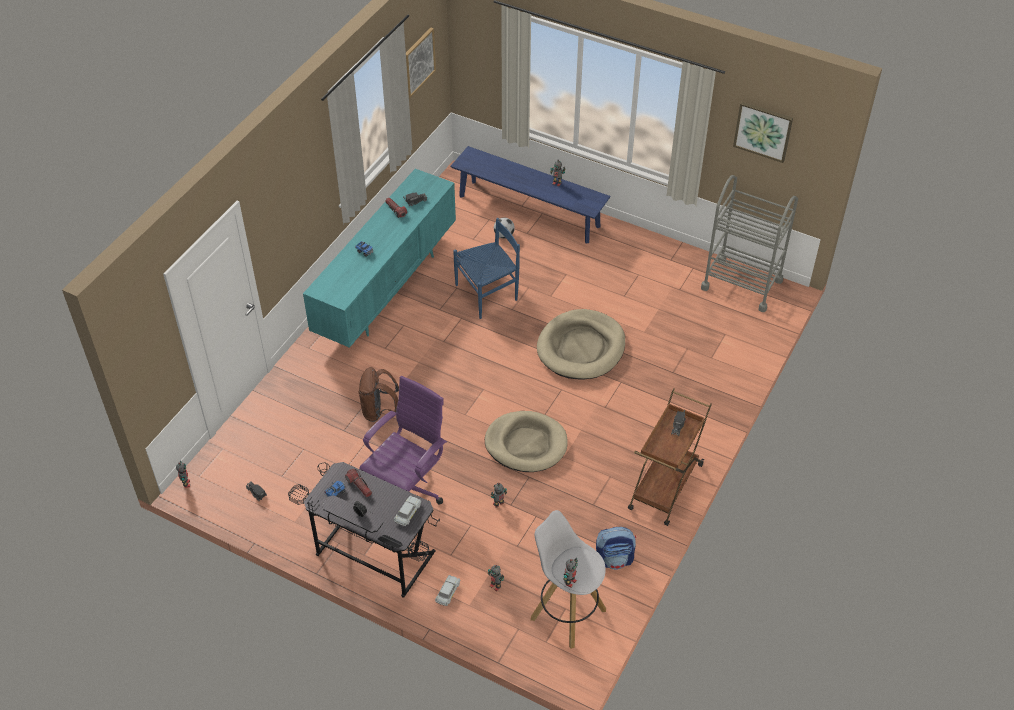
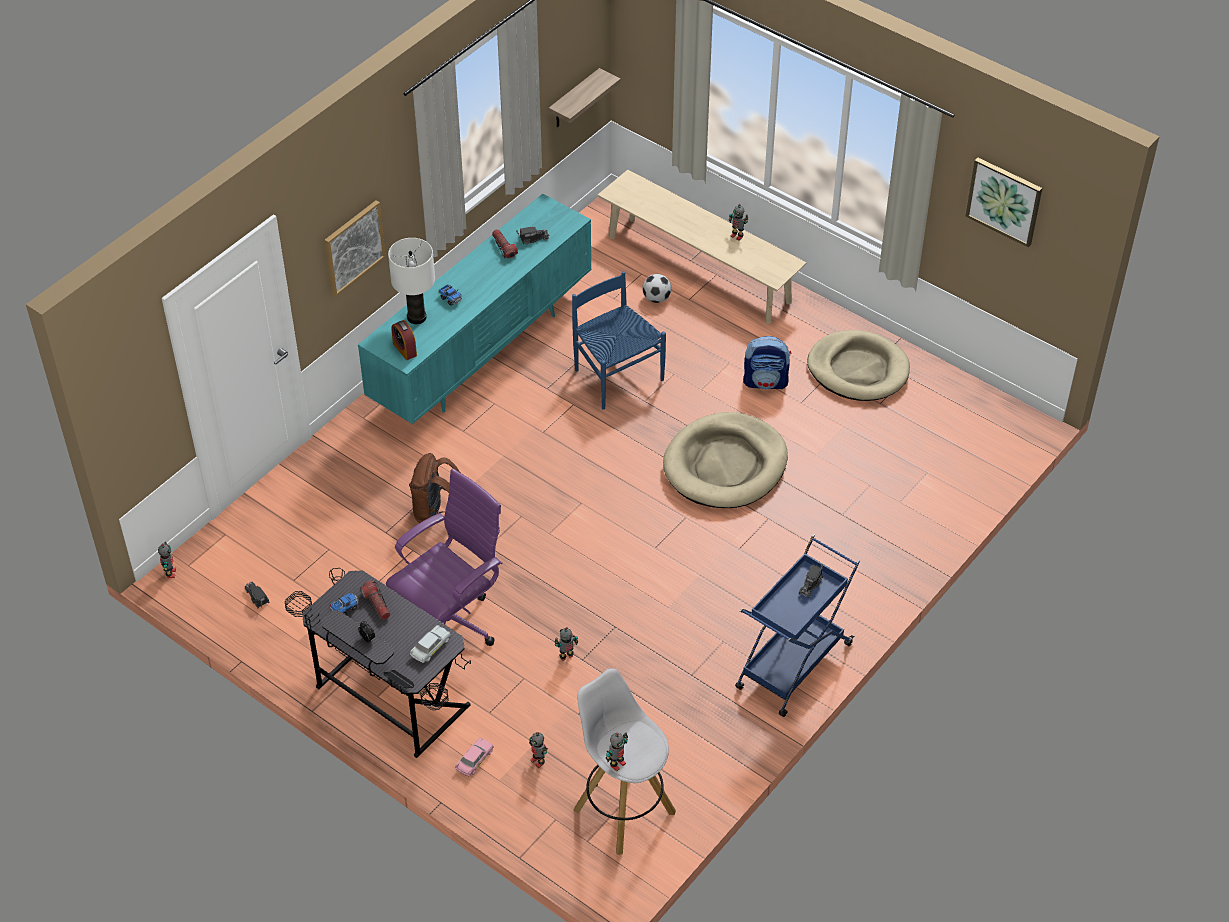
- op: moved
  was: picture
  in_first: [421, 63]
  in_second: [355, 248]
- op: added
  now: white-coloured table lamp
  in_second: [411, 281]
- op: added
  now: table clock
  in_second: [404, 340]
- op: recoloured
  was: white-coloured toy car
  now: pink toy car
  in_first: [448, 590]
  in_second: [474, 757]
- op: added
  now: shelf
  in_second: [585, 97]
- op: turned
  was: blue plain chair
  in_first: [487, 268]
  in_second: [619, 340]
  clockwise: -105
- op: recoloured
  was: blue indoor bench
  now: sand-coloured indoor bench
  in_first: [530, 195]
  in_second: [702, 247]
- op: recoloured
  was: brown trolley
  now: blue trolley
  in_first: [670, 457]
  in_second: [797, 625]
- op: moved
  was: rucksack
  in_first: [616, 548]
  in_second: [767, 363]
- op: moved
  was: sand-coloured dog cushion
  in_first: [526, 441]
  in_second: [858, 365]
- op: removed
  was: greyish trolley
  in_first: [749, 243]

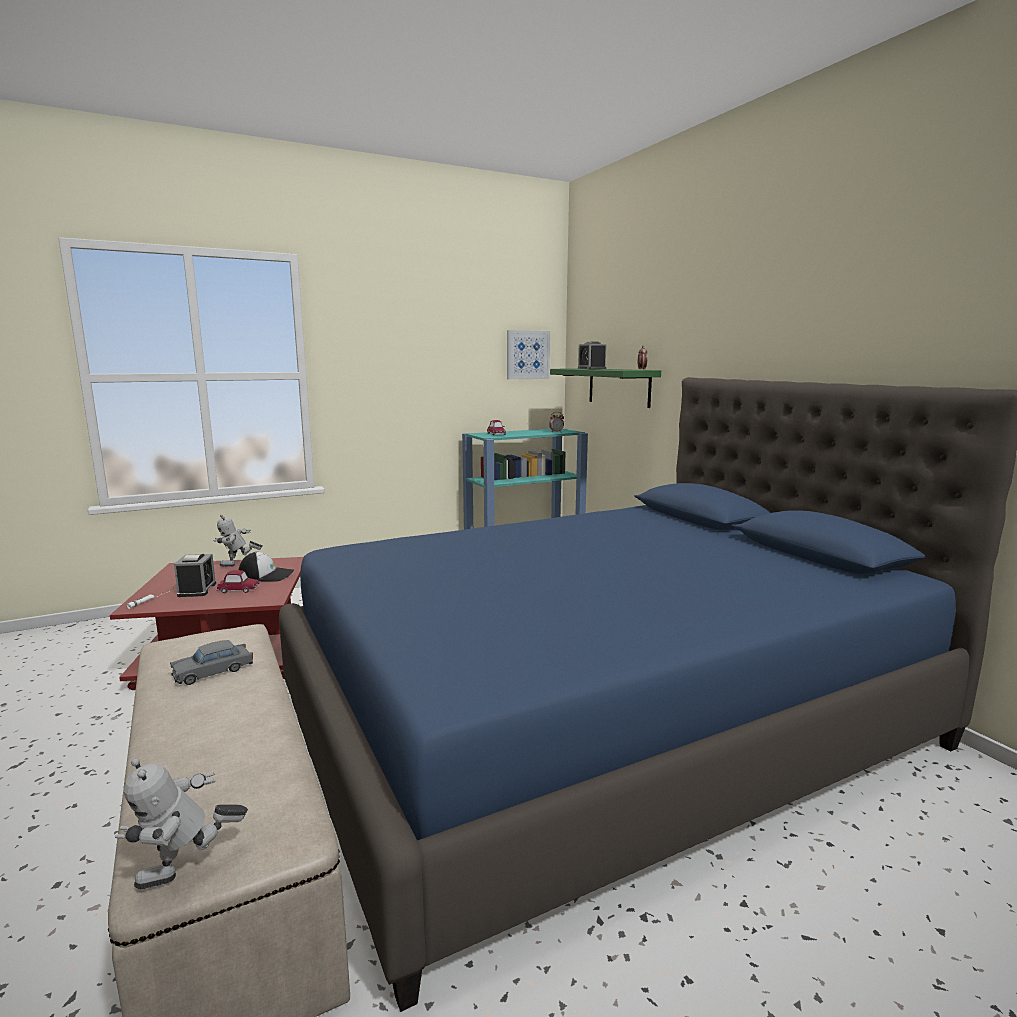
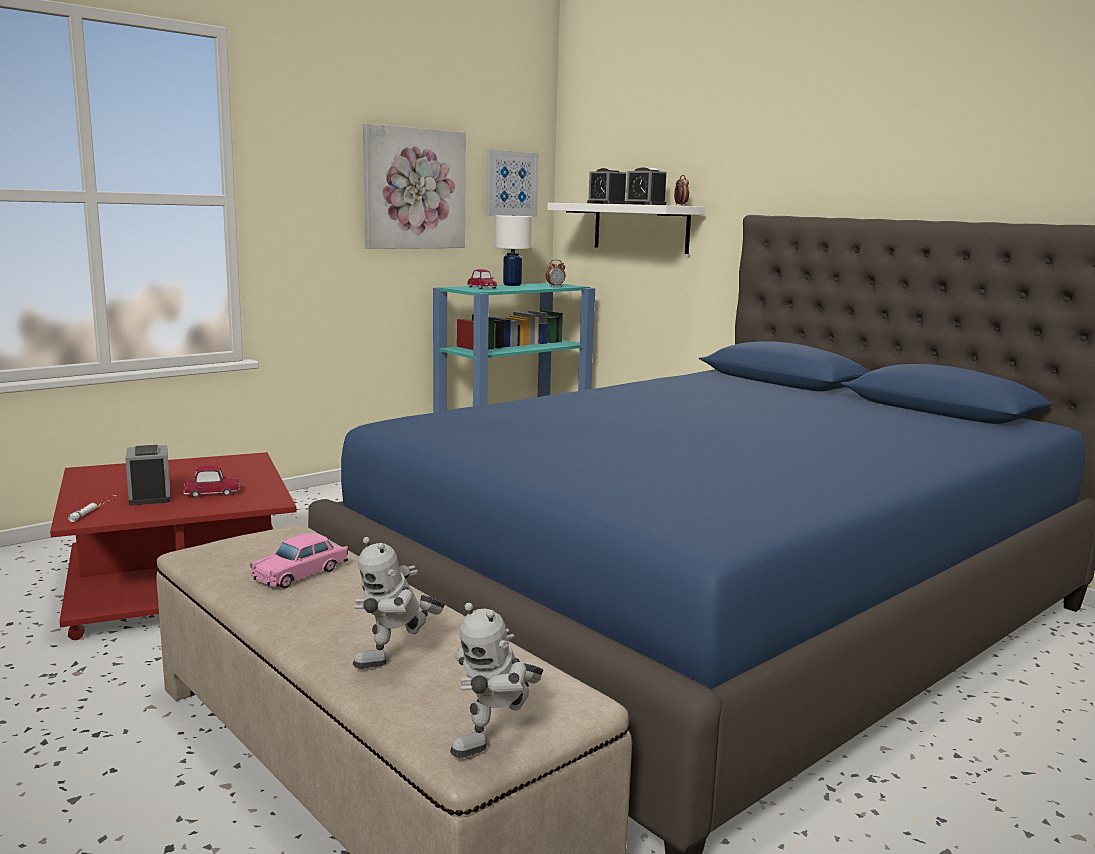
- op: recoloured
  was: greyish toy car
  now: pink toy car
  in_first: [211, 662]
  in_second: [299, 560]
- op: moved
  was: toy robot
  in_first: [238, 541]
  in_second: [399, 603]
- op: added
  now: picture
  in_second: [414, 186]
- op: added
  now: white-coloured table lamp
  in_second: [513, 250]
- op: recoloured
  was: greenish shelf
  now: white-coloured shelf
  in_first: [605, 388]
  in_second: [626, 228]
- op: added
  now: table clock
  in_second: [645, 186]
- op: removed
  was: peaked cap
  in_first: [266, 567]

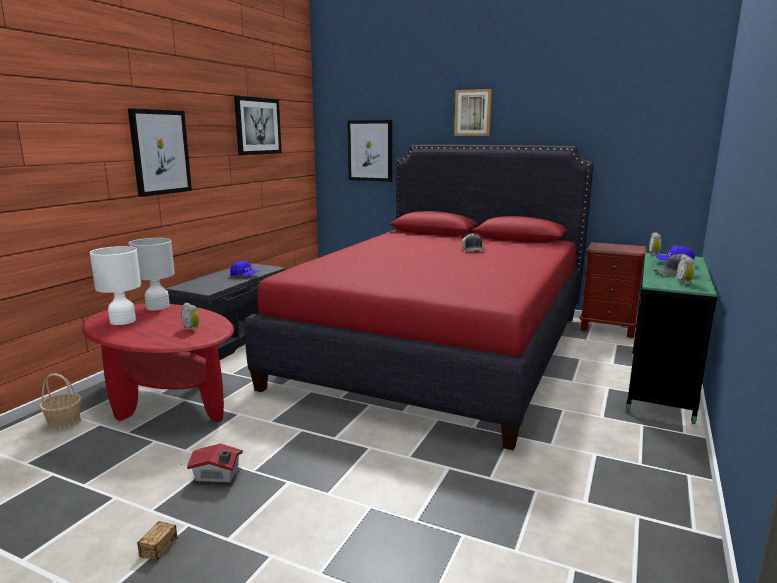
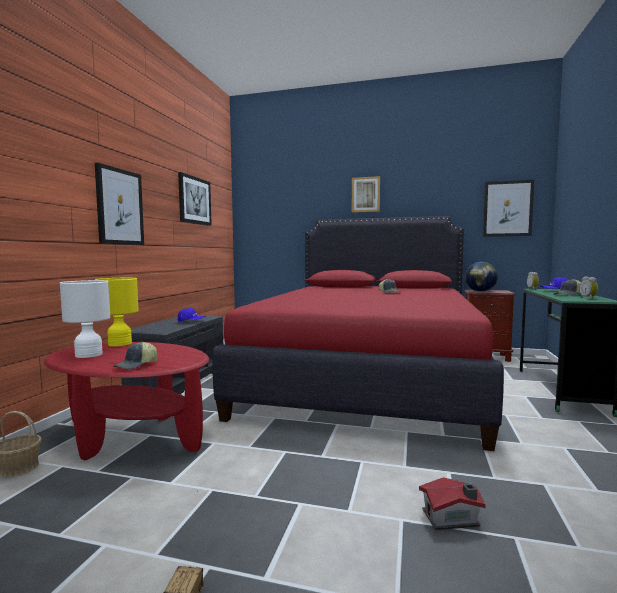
- op: recoloured
  was: greyish table lamp
  now: yellow-coloured table lamp
  in_first: [152, 274]
  in_second: [117, 312]
- op: added
  now: peaked cap
  in_second: [135, 355]
- op: moved
  was: toy house
  in_first: [215, 464]
  in_second: [452, 503]
- op: added
  now: desk globe
  in_second: [481, 277]
- op: moved
  was: picture
  in_first: [369, 151]
  in_second: [508, 208]
- op: removed
  was: table clock
  in_first: [190, 317]

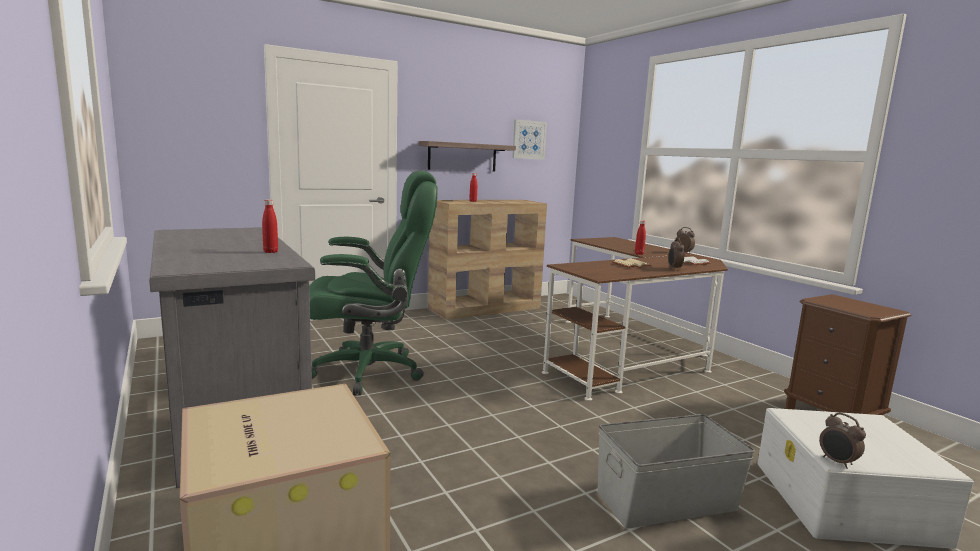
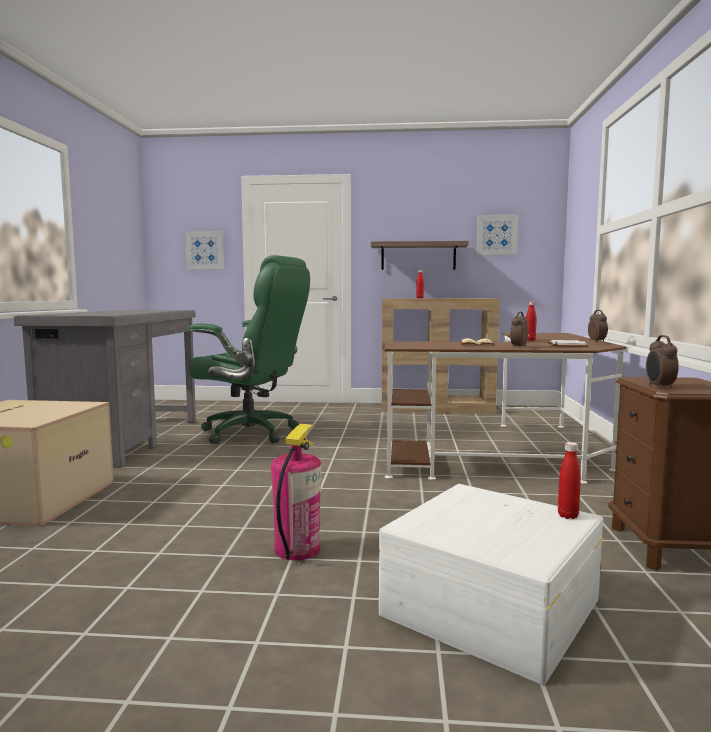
- op: added
  now: picture
  in_second: [204, 250]
- op: replaced
  was: greyish storage bin
  now: fire-fighting cylinder
  in_first: [676, 471]
  in_second: [296, 492]
- op: moved
  was: red drink bottle
  in_first: [270, 226]
  in_second: [569, 480]
- op: moved
  was: table clock
  in_first: [842, 441]
  in_second: [662, 362]

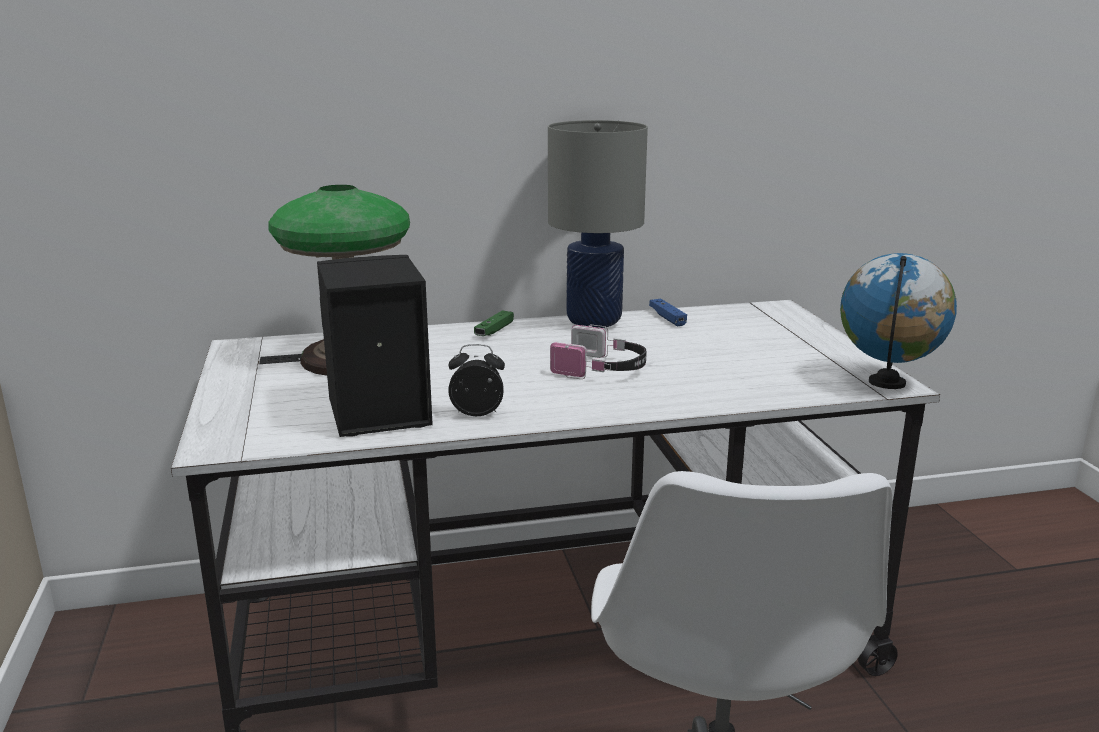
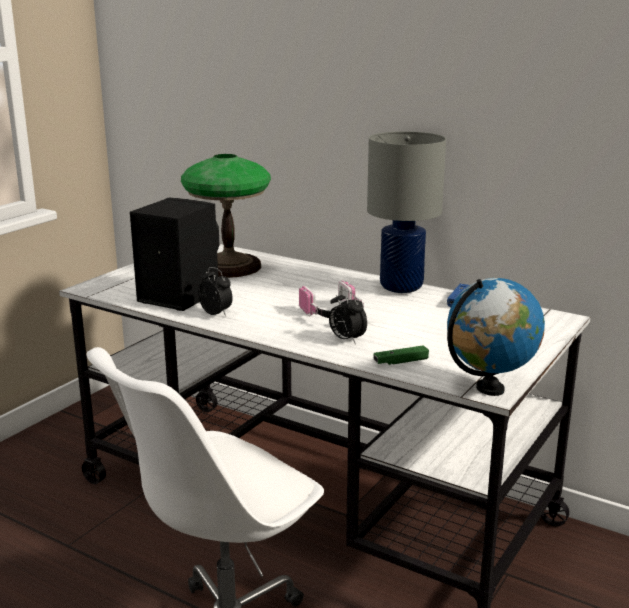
- op: added
  now: table clock
  in_second: [348, 317]
- op: moved
  was: greenish game controller
  in_first: [494, 323]
  in_second: [401, 355]

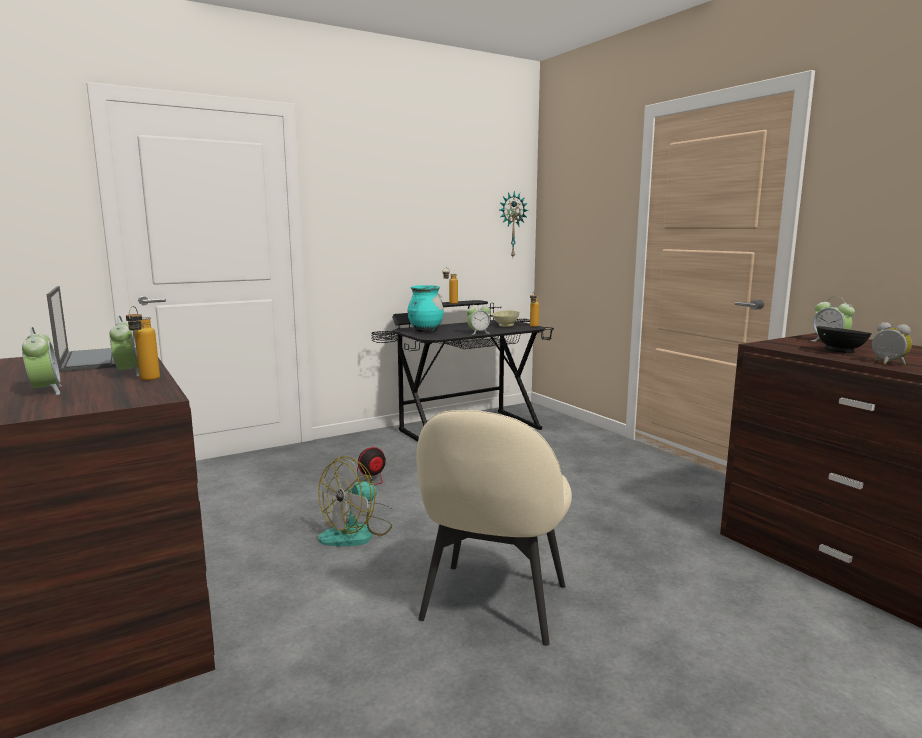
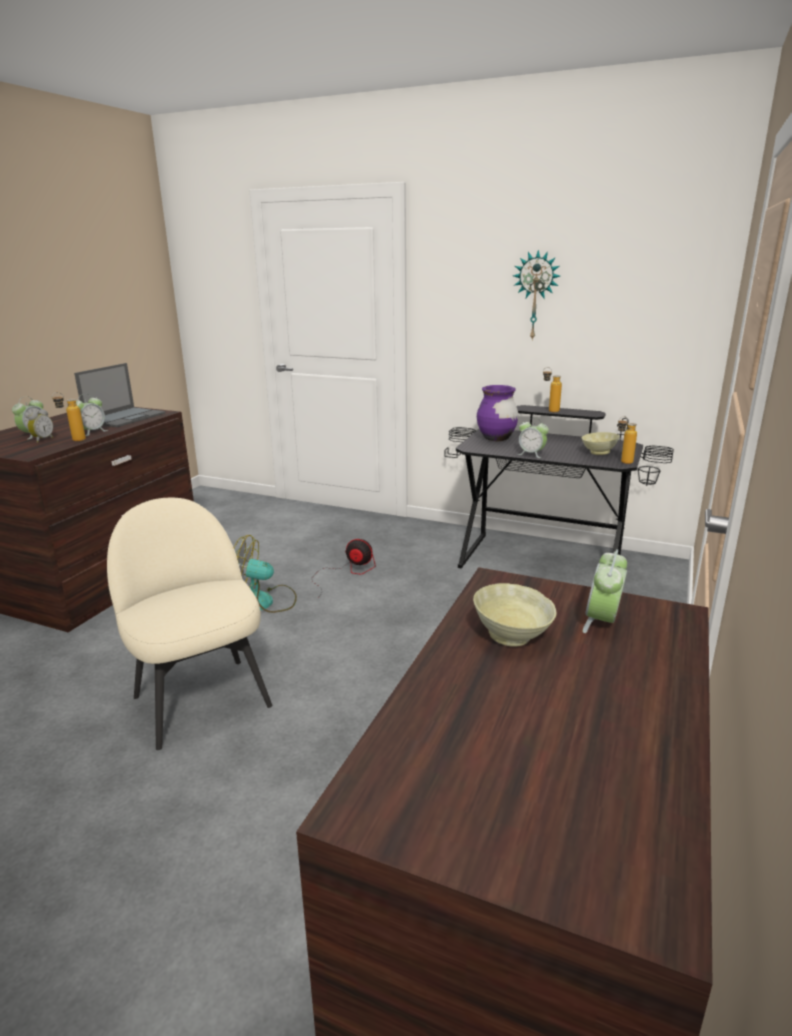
- op: moved
  was: table clock
  in_first: [892, 343]
  in_second: [40, 426]
- op: turned
  was: sand-coloured plain chair
  in_first: [494, 528]
  in_second: [189, 624]
  clockwise: 75
- op: recoloured
  was: blackish deep dish
  now: sand-coloured deep dish
  in_first: [844, 339]
  in_second: [514, 615]
- op: recoloured
  was: blue-green flower vase
  now: purple-coloured flower vase
  in_first: [425, 309]
  in_second: [498, 413]
- op: moved
  was: hanging clock
  in_first: [514, 224]
  in_second: [536, 294]

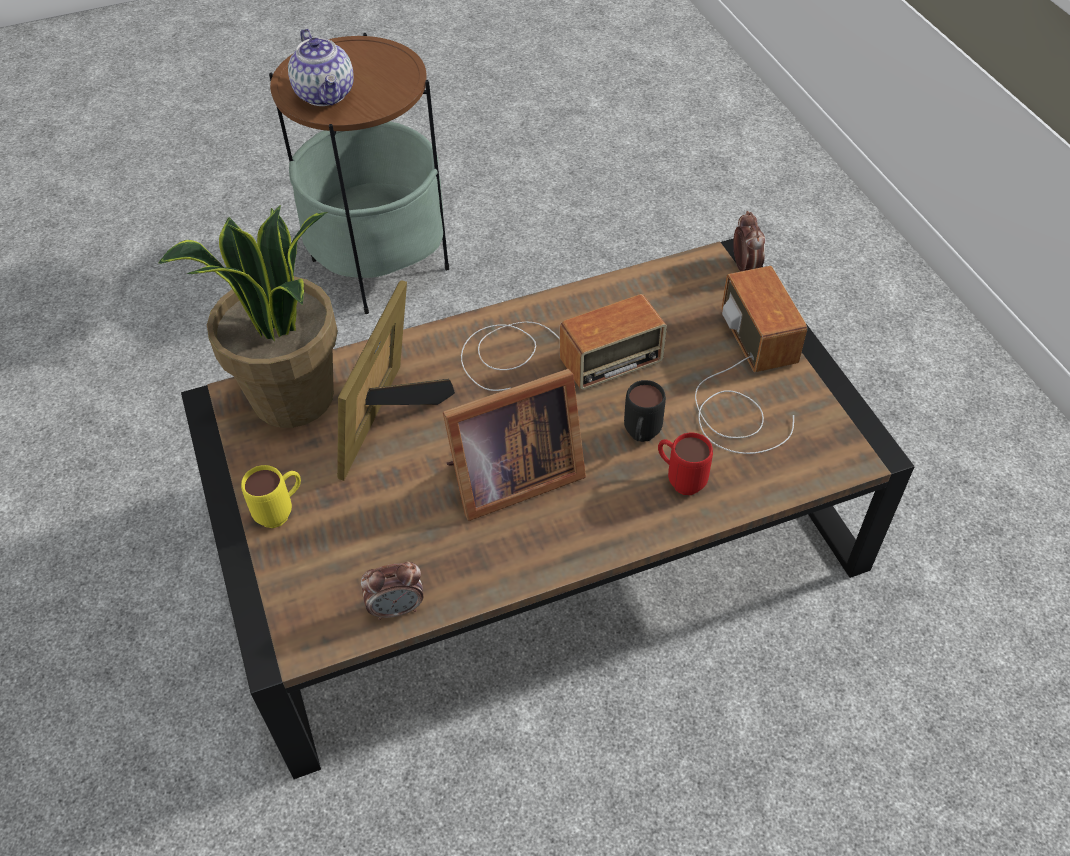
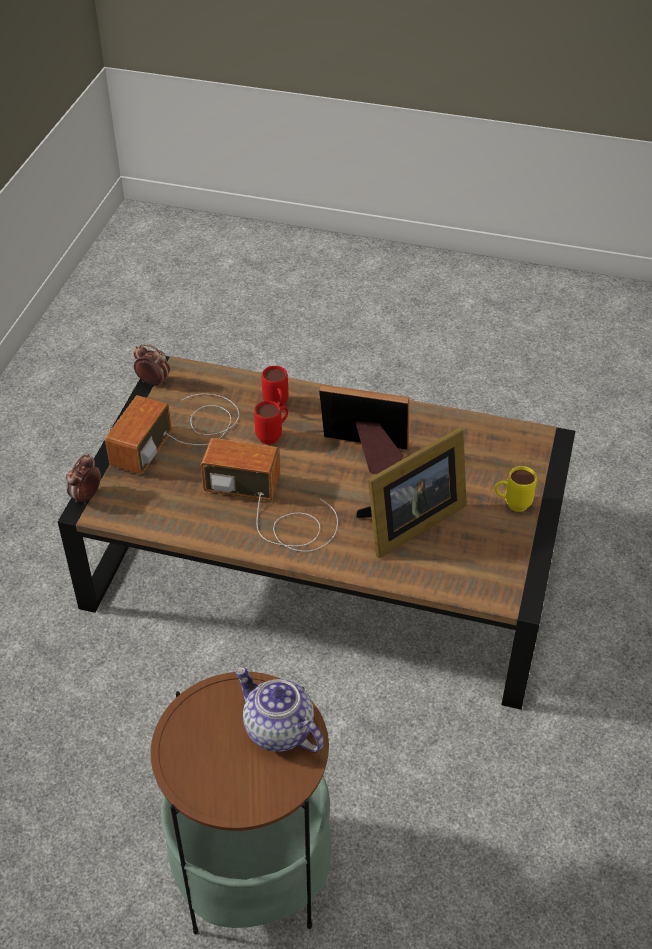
- op: moved
  was: table clock
  in_first: [392, 591]
  in_second: [151, 365]
- op: turned
  was: teapot
  in_first: [321, 67]
  in_second: [279, 710]
  clockwise: -60
- op: recoloured
  was: blackish mug
  now: red mug
  in_first: [645, 411]
  in_second: [271, 423]
- op: removed
  was: potted plant
  in_first: [248, 316]

